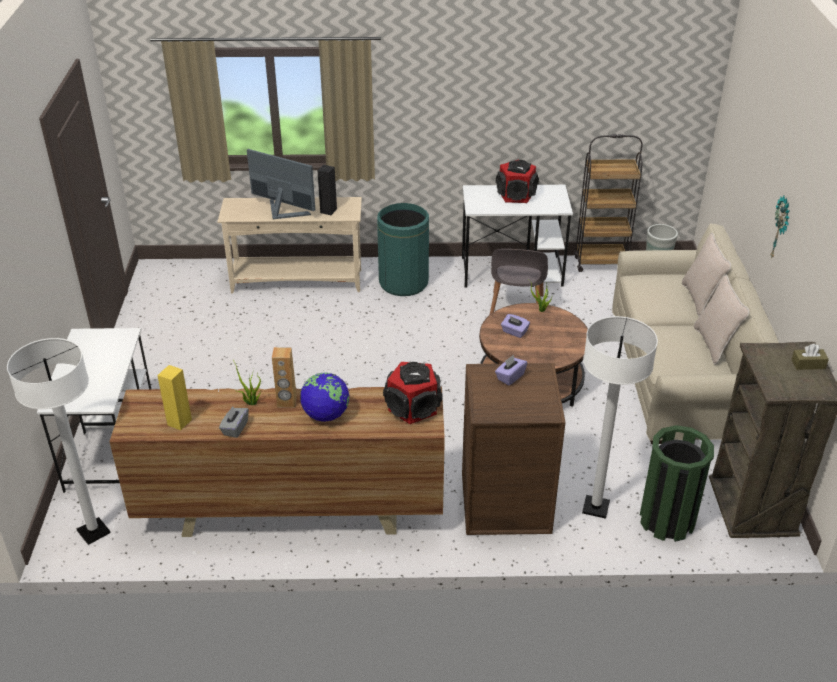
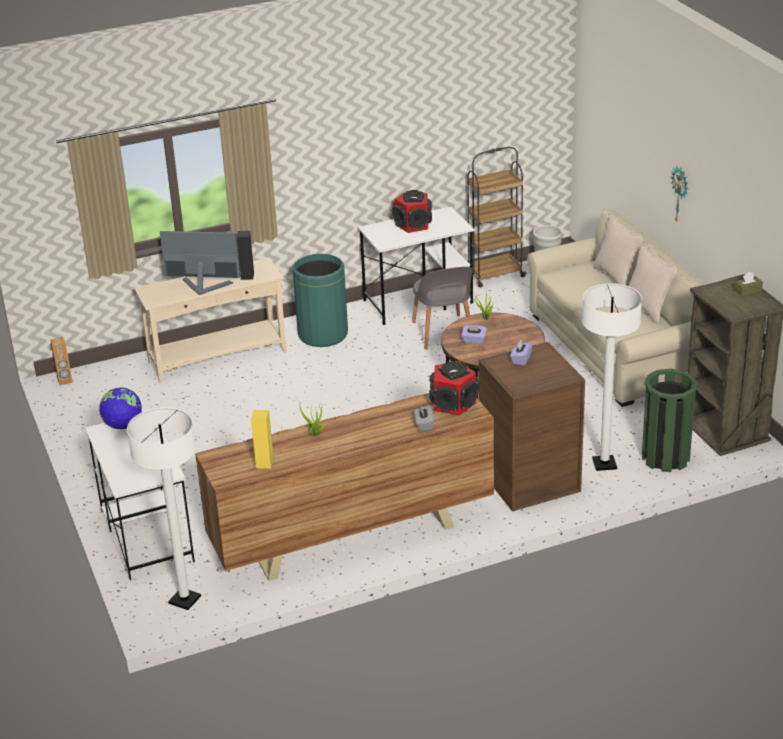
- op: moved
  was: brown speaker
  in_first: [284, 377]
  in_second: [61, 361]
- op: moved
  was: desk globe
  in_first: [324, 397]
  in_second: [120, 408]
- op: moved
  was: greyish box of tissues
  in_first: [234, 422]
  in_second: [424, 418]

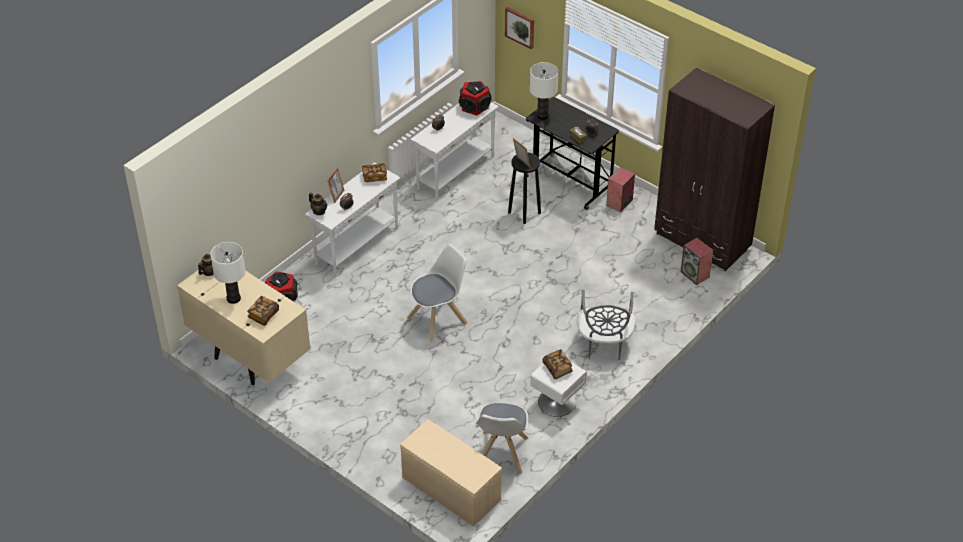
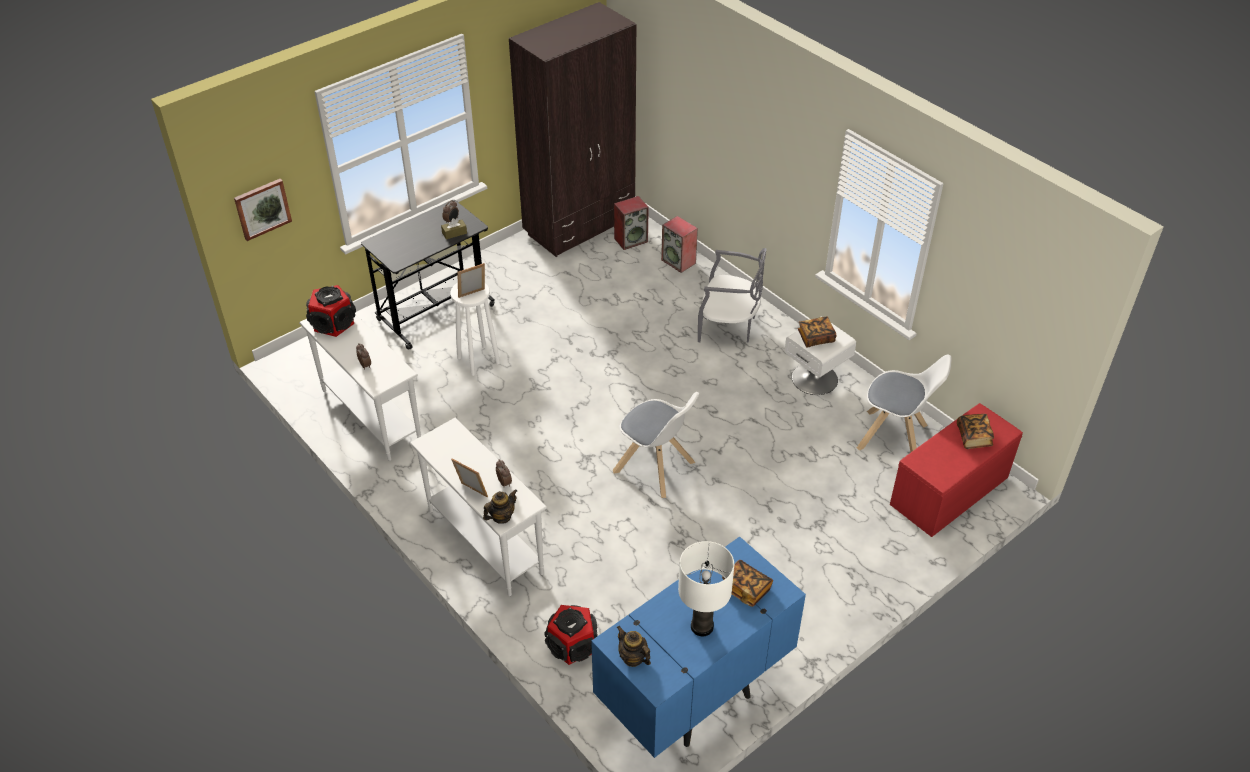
- op: recoloured
  was: blackish stool seat
  now: white-coloured stool seat
  in_first: [524, 188]
  in_second: [475, 329]
- op: recoloured
  was: sand-coloured dresser
  now: blue dresser
  in_first: [243, 323]
  in_second: [698, 647]
- op: turned
  was: plain chair
  in_first: [437, 293]
  in_second: [656, 445]
  clockwise: 150
- op: moved
  was: speaker
  in_first: [620, 189]
  in_second: [679, 244]
- op: recoloured
  was: sand-coloured indoor bench
  now: red indoor bench
  in_first: [451, 473]
  in_second: [956, 470]
- op: moved
  was: book
  in_first: [374, 172]
  in_second: [975, 431]
- op: removed
  was: white-coloured table lamp
  in_first: [544, 91]

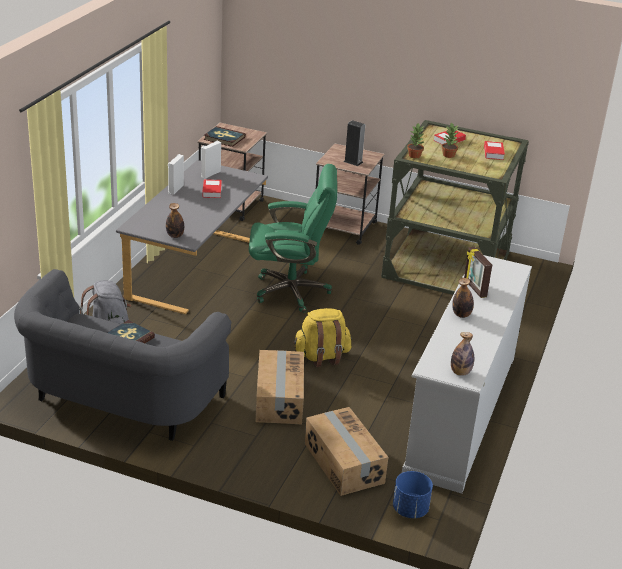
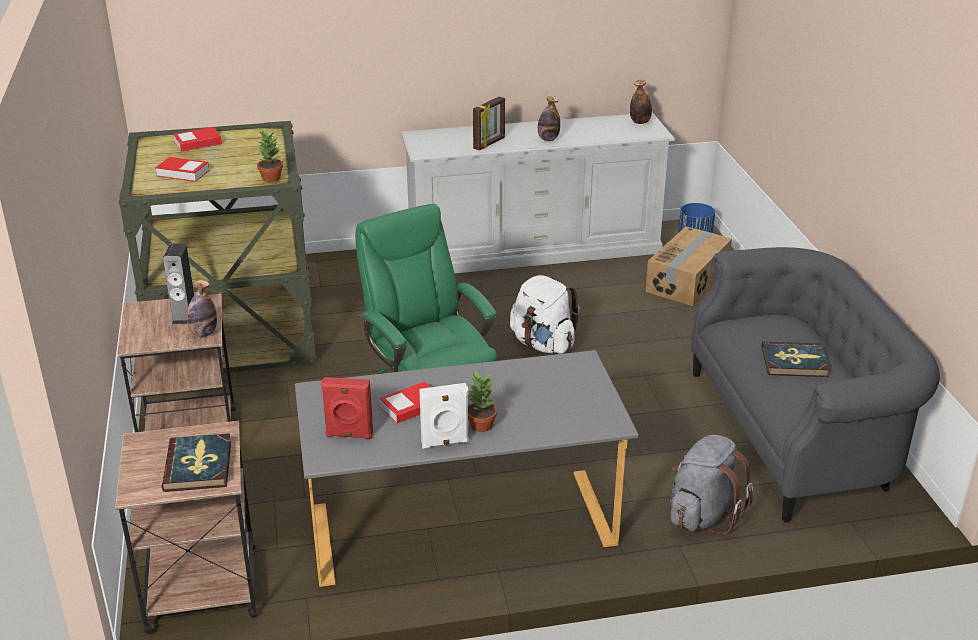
- op: moved
  was: drink bottle
  in_first: [175, 220]
  in_second: [202, 308]
- op: recoloured
  was: white-coloured speaker
  now: red speaker
  in_first: [211, 160]
  in_second: [347, 408]
- op: moved
  was: potted plant
  in_first: [450, 140]
  in_second: [482, 401]
- op: recoloured
  was: yellow-coloured rucksack
  now: white-coloured rucksack
  in_first: [322, 337]
  in_second: [545, 314]
- op: removed
  was: carton
  in_first: [279, 387]

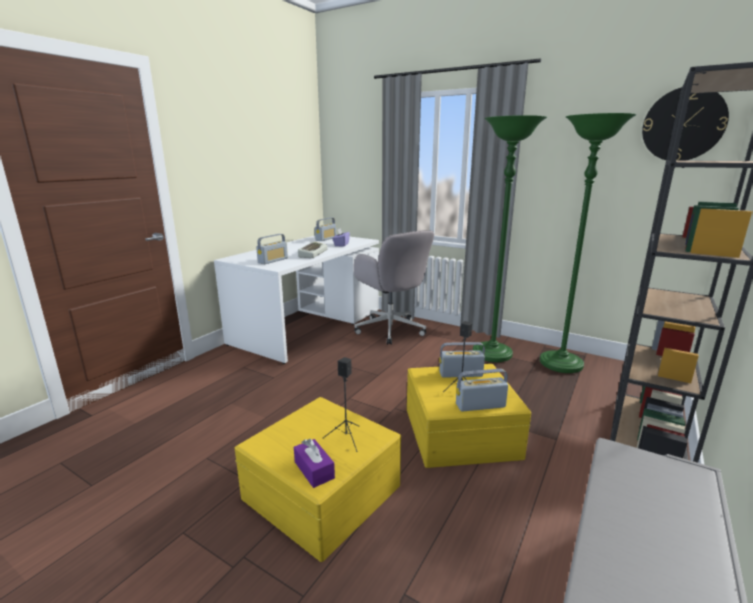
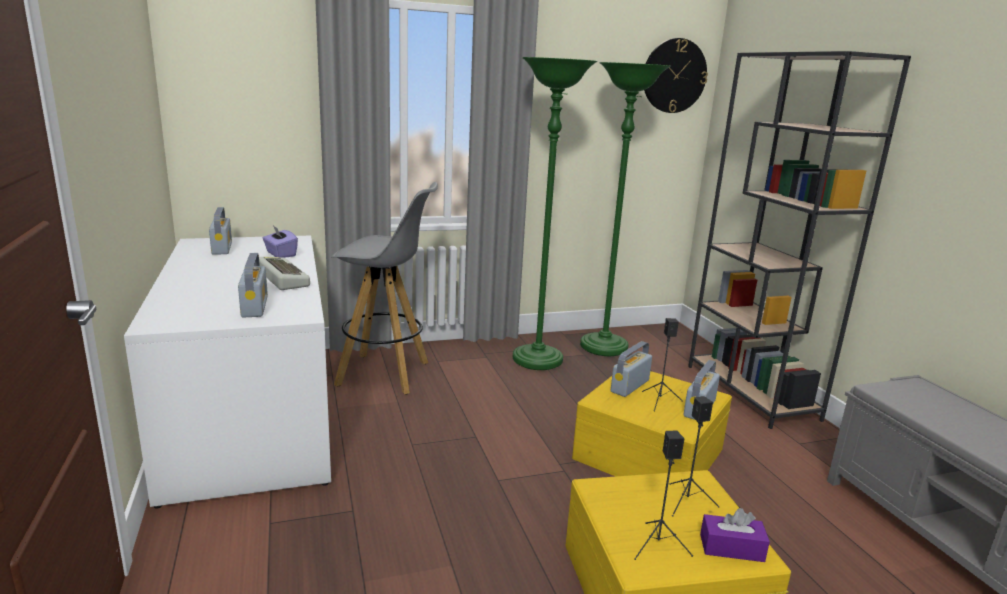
- op: replaced
  was: greyish office chair
  now: greyish stool seat
  in_first: [394, 287]
  in_second: [384, 288]
- op: added
  now: blackish speaker
  in_second: [663, 495]

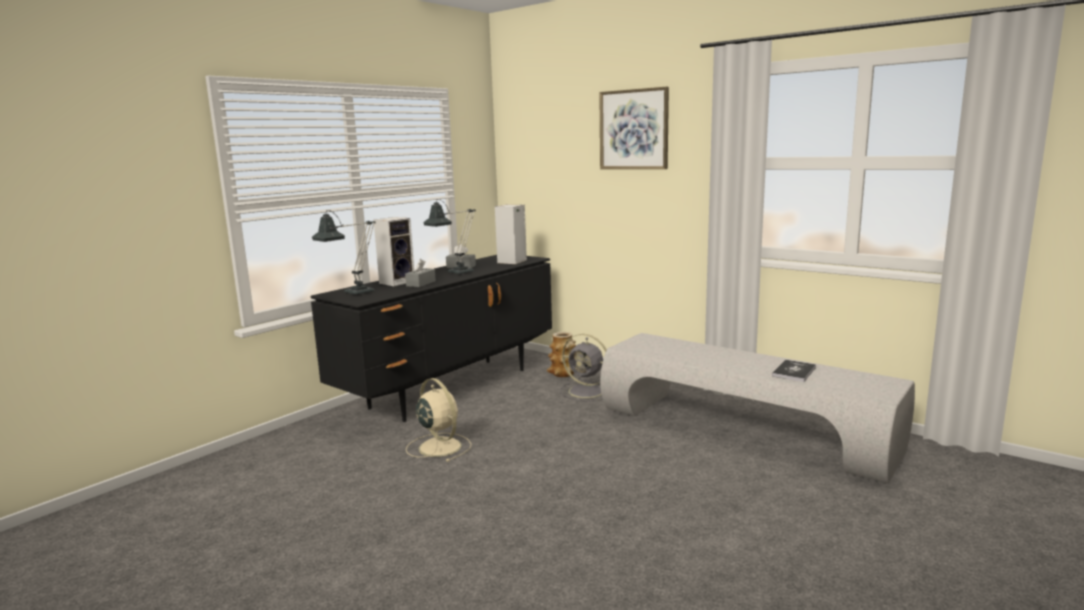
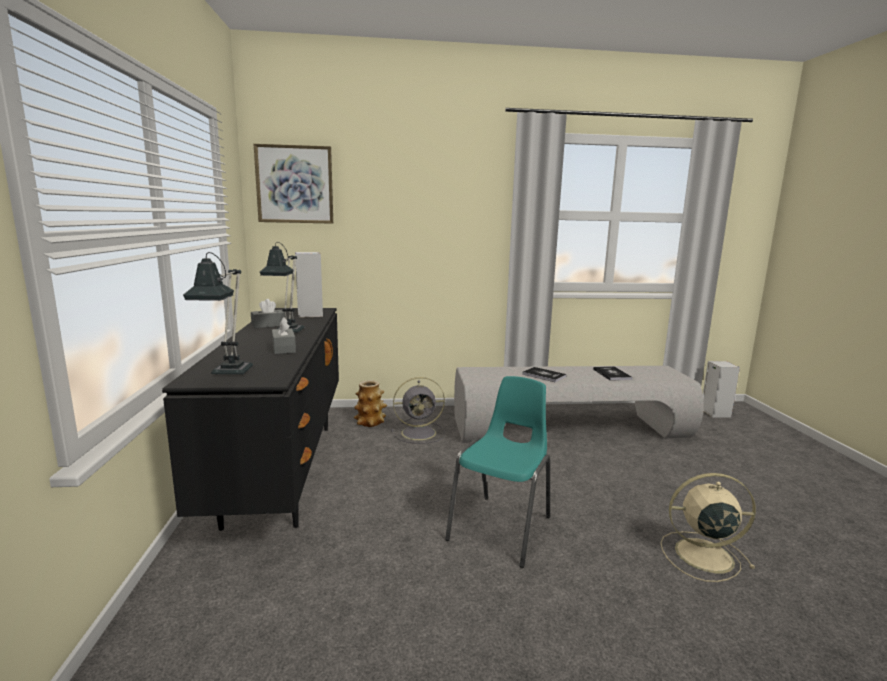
- op: moved
  was: picture
  in_first: [634, 128]
  in_second: [293, 184]
- op: added
  now: blue-green plain chair
  in_second: [497, 472]
- op: added
  now: book
  in_second: [544, 374]
- op: moved
  was: sand-coloured cooling fan
  in_first: [439, 420]
  in_second: [708, 527]
- op: moved
  was: speaker
  in_first: [393, 251]
  in_second: [721, 389]

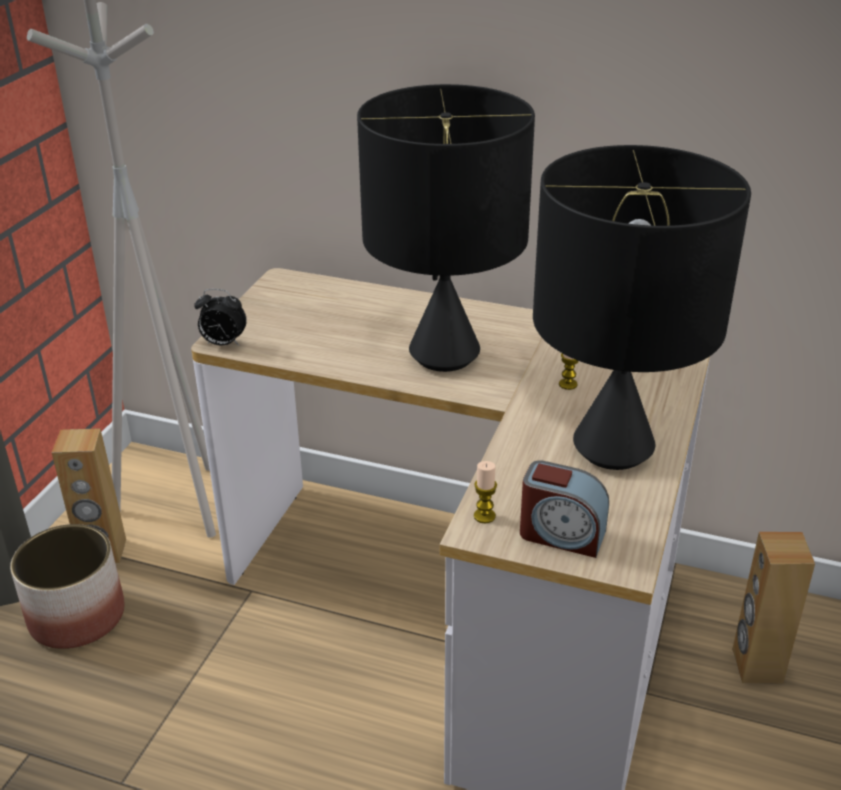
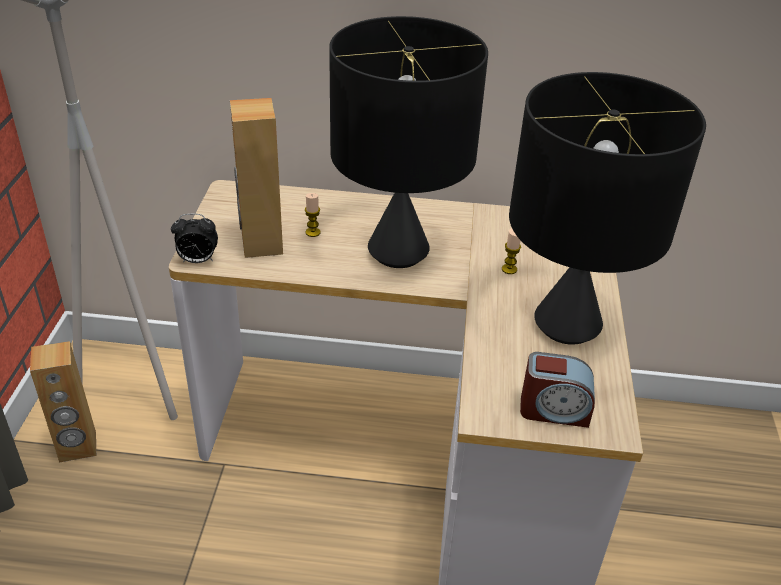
- op: moved
  was: brown speaker
  in_first: [773, 608]
  in_second: [256, 178]
- op: moved
  was: candle
  in_first: [485, 492]
  in_second: [312, 215]
- op: removed
  was: flower pot
  in_first: [67, 586]

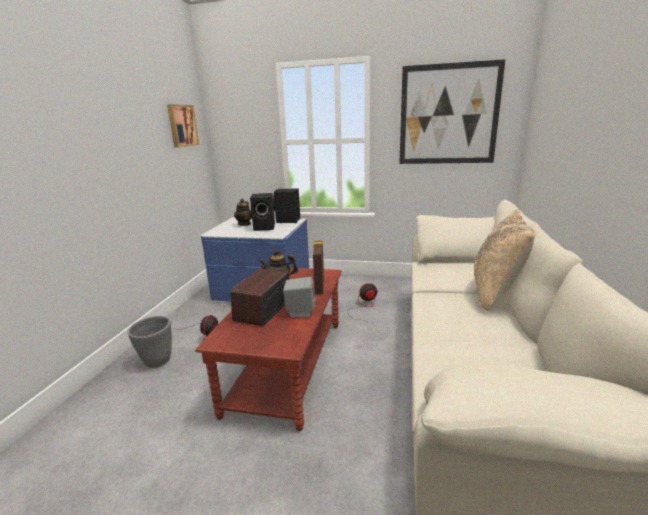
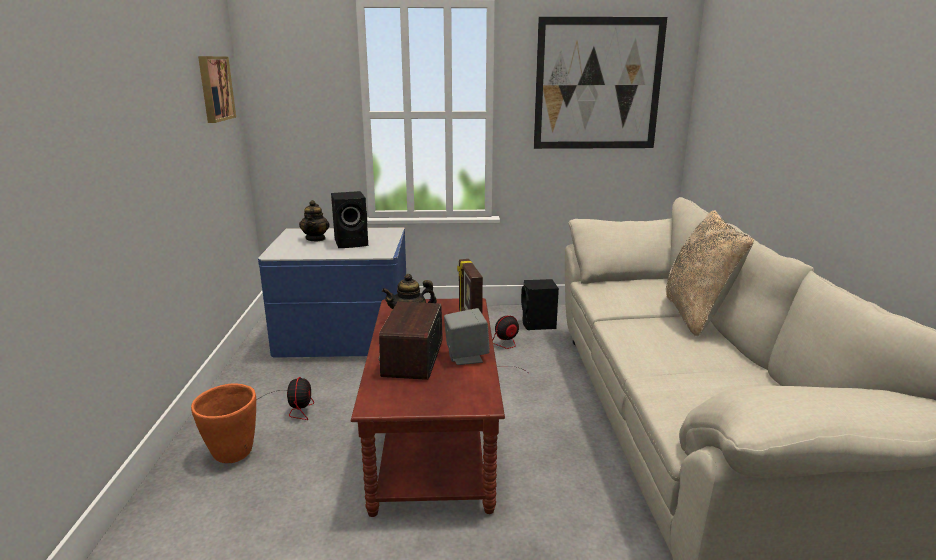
- op: recoloured
  was: greyish flower pot
  now: orange-coloured flower pot
  in_first: [150, 342]
  in_second: [223, 423]
- op: moved
  was: blackish speaker
  in_first: [286, 206]
  in_second: [540, 304]

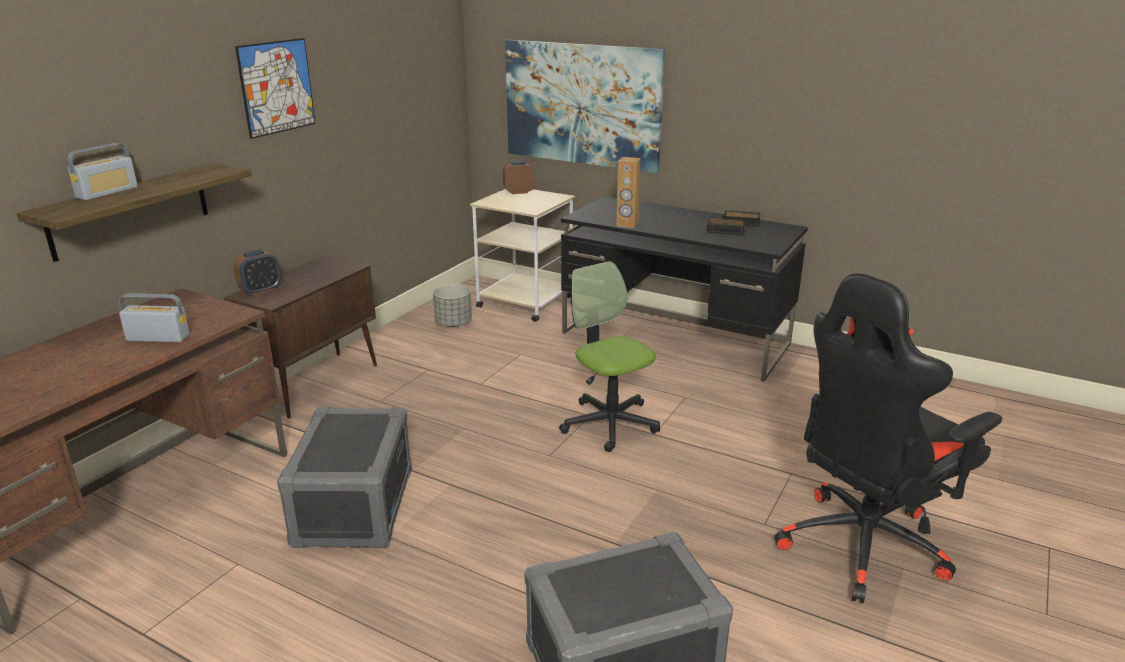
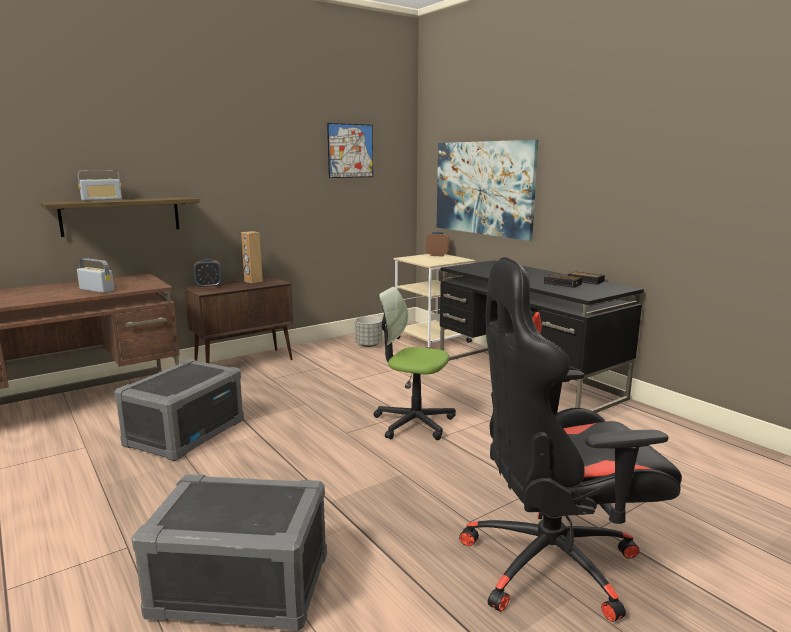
- op: moved
  was: brown speaker
  in_first: [628, 192]
  in_second: [252, 257]
- op: moved
  was: picture
  in_first: [275, 88]
  in_second: [350, 150]
- op: turned
  was: office chair
  in_first: [609, 356]
  in_second: [415, 363]
  clockwise: -60

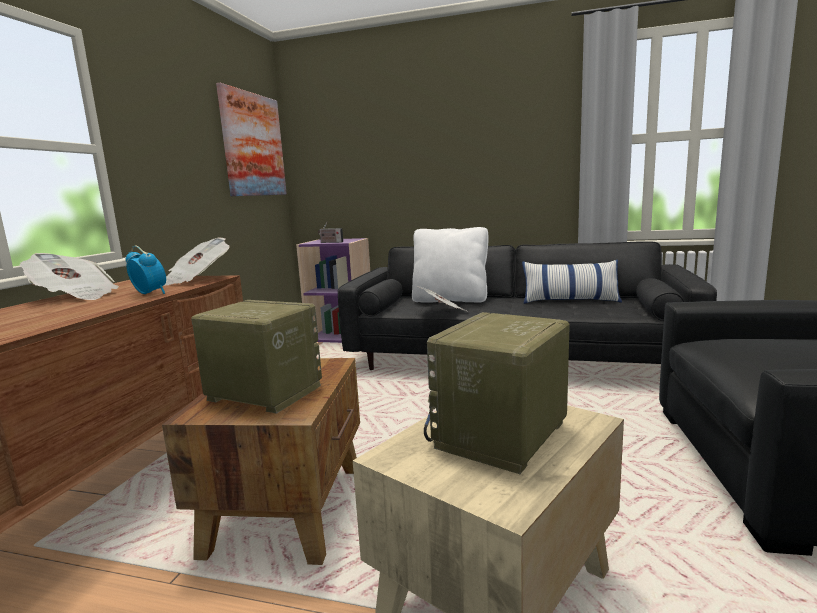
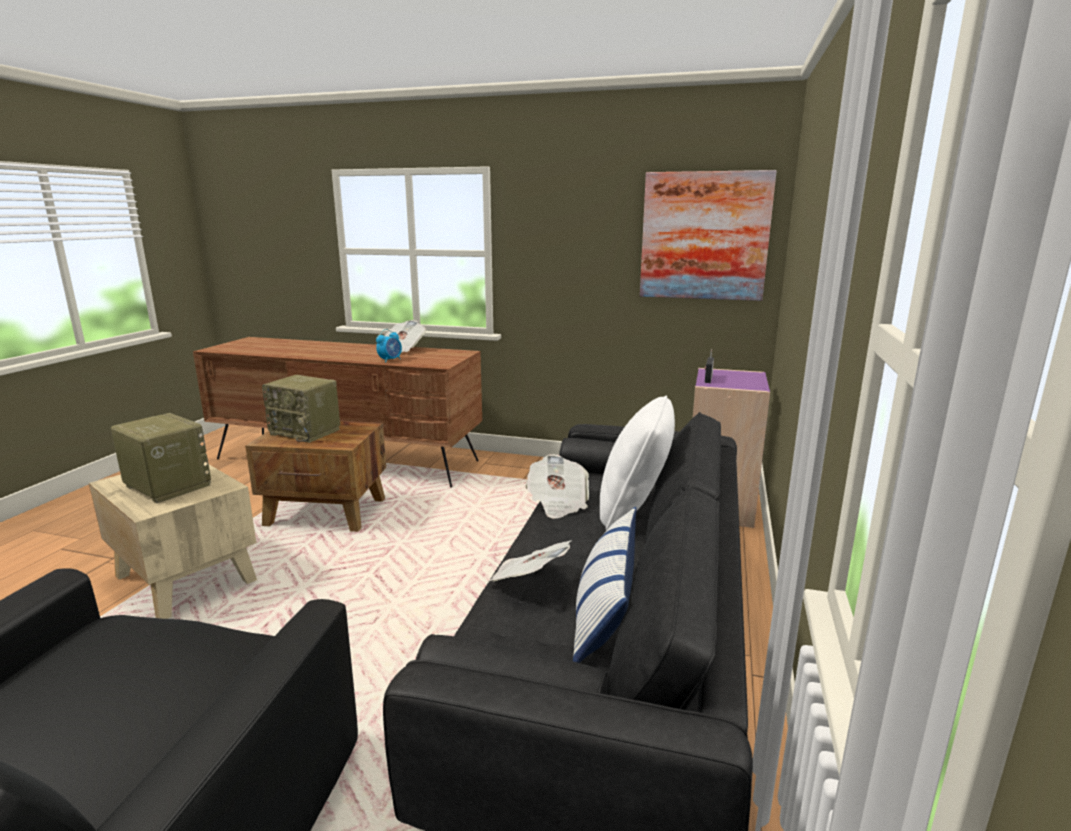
- op: turned
  was: radio
  in_first: [256, 357]
  in_second: [301, 409]
  clockwise: 90
- op: moved
  was: newspaper
  in_first: [196, 262]
  in_second: [529, 561]

